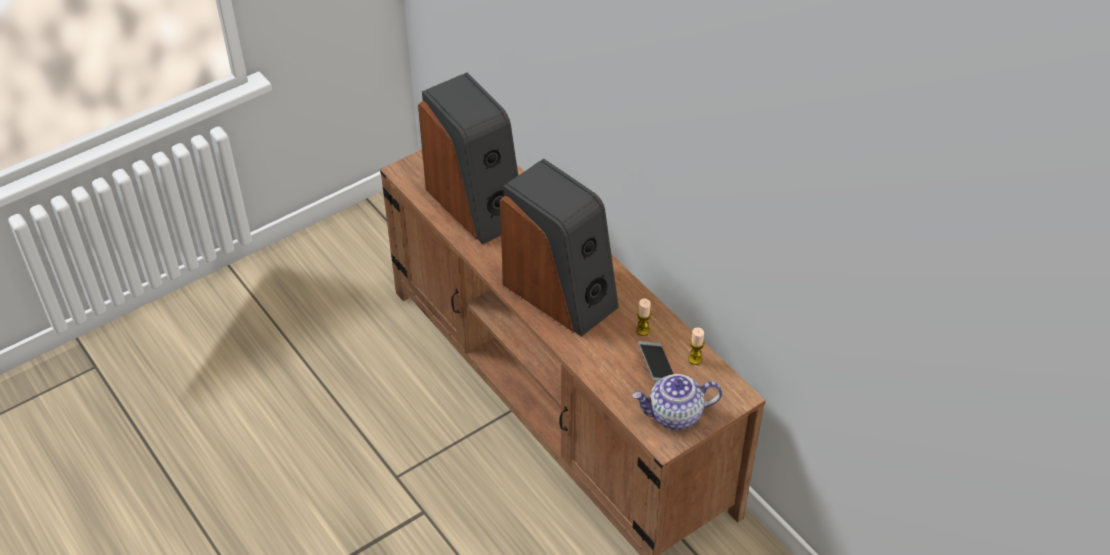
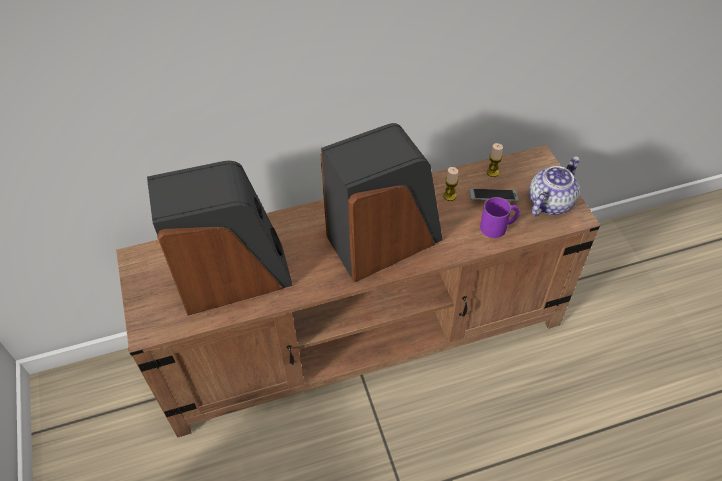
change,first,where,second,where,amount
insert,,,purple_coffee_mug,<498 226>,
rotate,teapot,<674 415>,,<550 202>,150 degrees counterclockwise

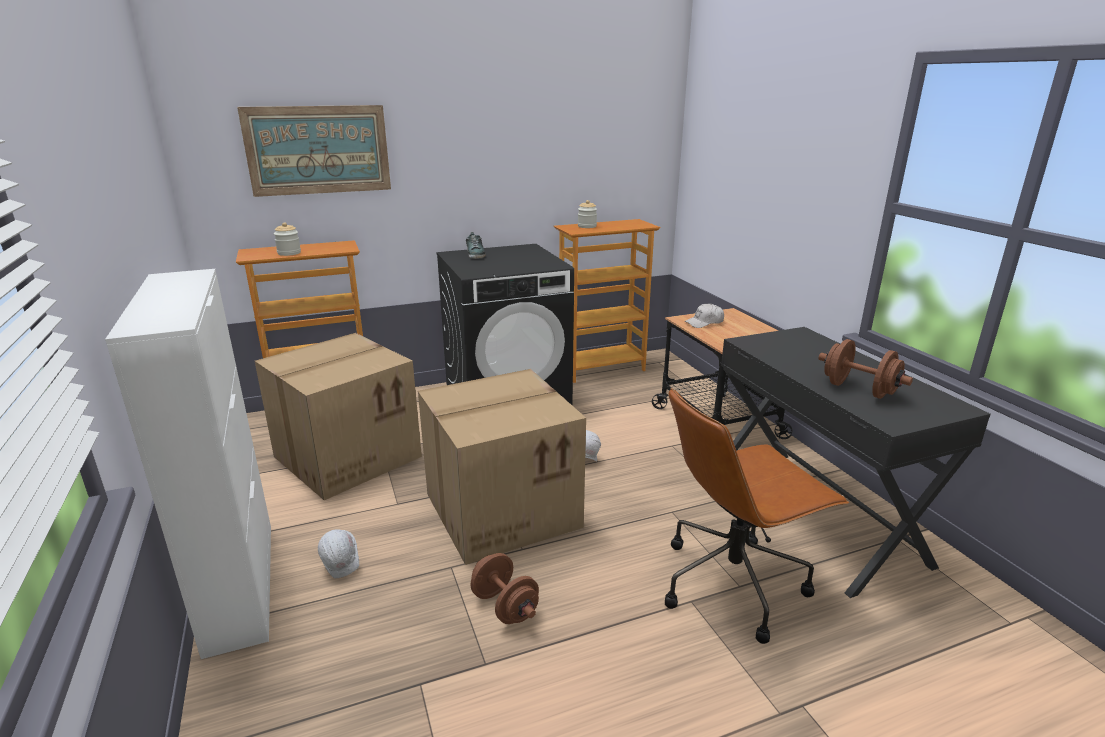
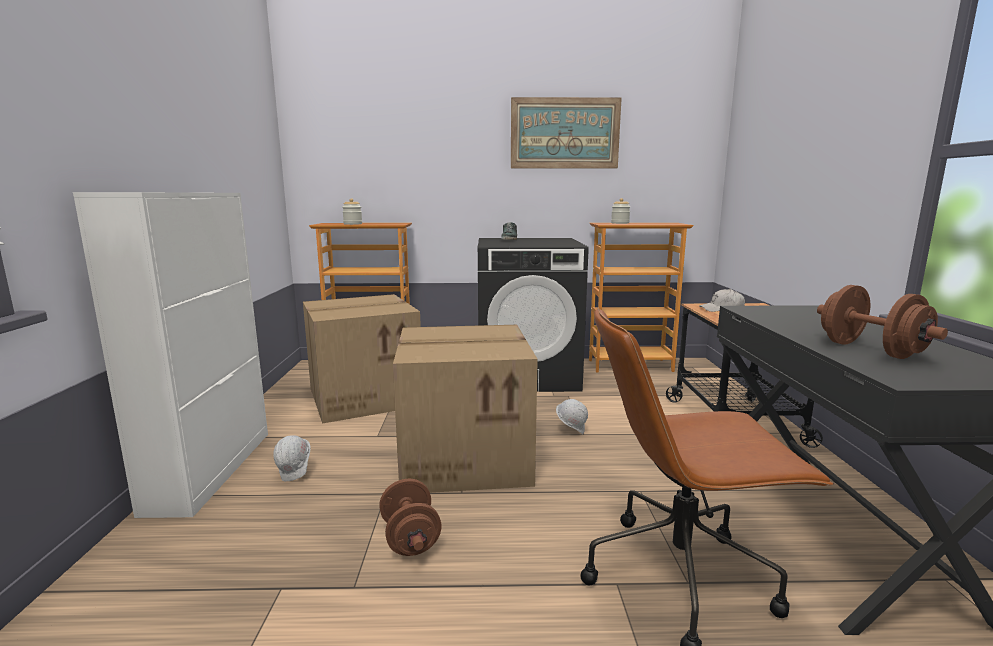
change,first,where,second,where,amount
move,wall_art,<318 150>,,<565 133>,

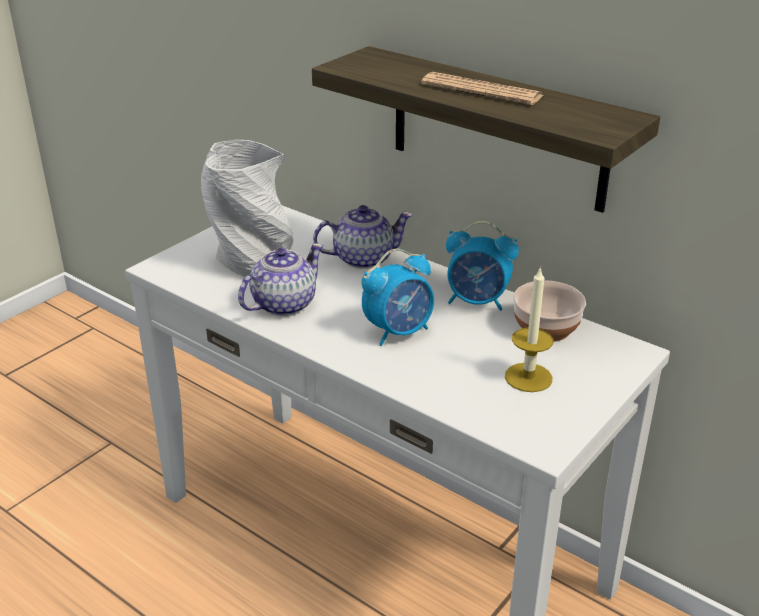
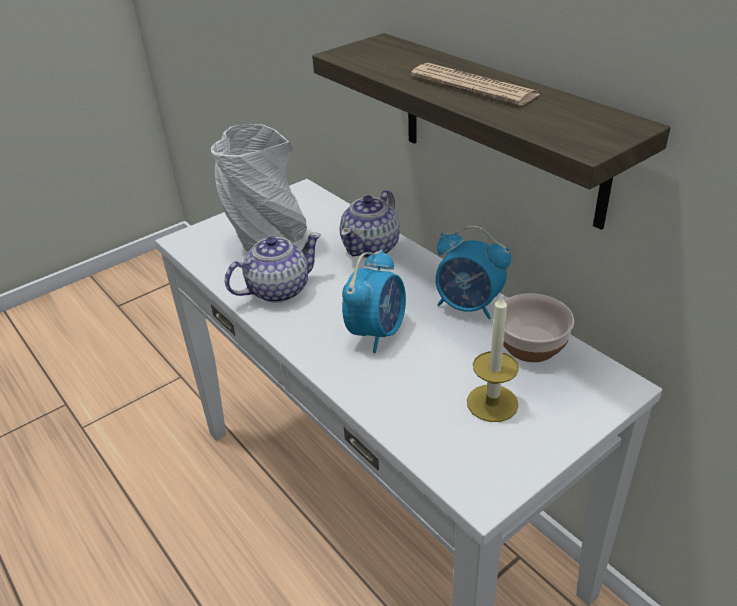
change,first,where,second,where,amount
rotate,teapot,<362 258>,,<371 247>,120 degrees clockwise
rotate,alarm_clock,<399 331>,,<377 332>,45 degrees counterclockwise

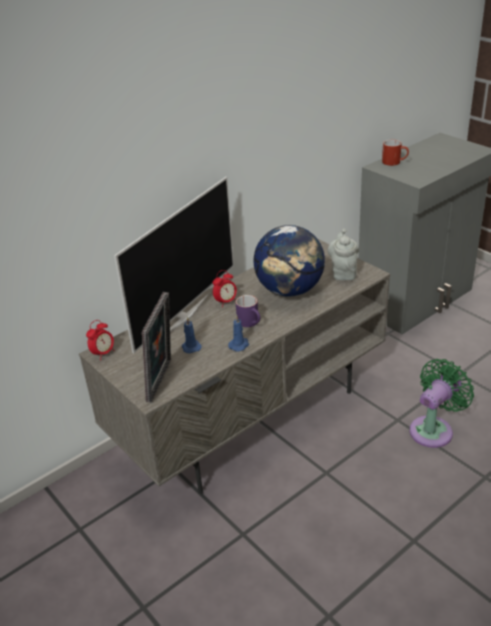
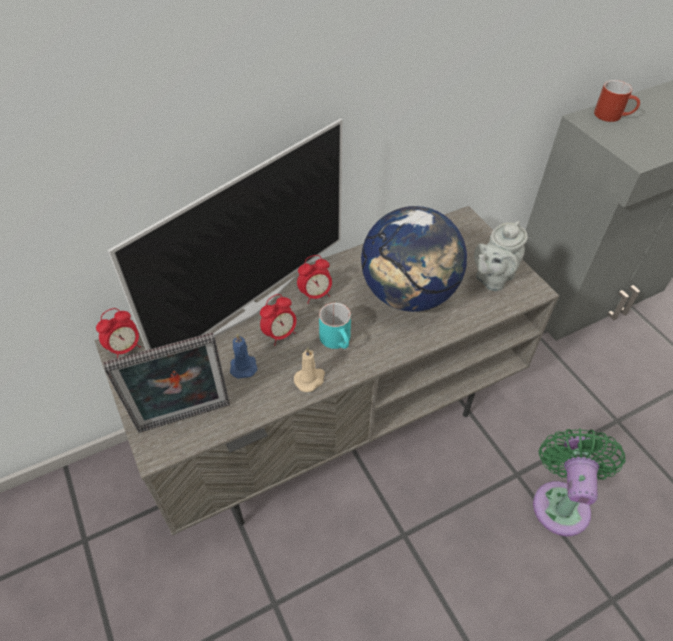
change,first,where,second,where,amount
insert,,,alarm_clock,<280 334>,
recolor,blue_candle,<239 345>,beige-coloured_candle,<310 379>,
recolor,purple_coffee_mug,<251 322>,turquoise_coffee_mug,<338 341>,
rotate,picture_frame,<163 381>,,<185 420>,45 degrees clockwise
rotate,grey_teapot,<343 272>,,<492 278>,150 degrees counterclockwise
rotate,green-coloured_fan,<434 429>,,<561 502>,45 degrees counterclockwise

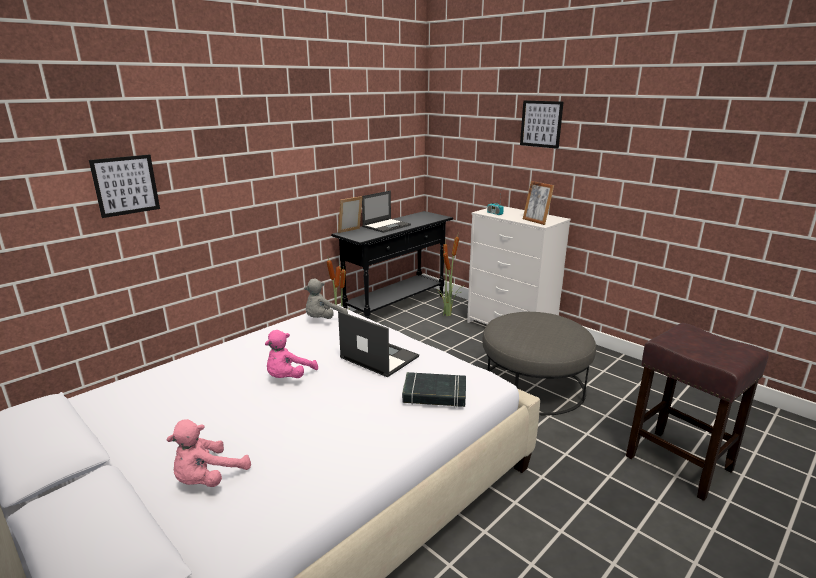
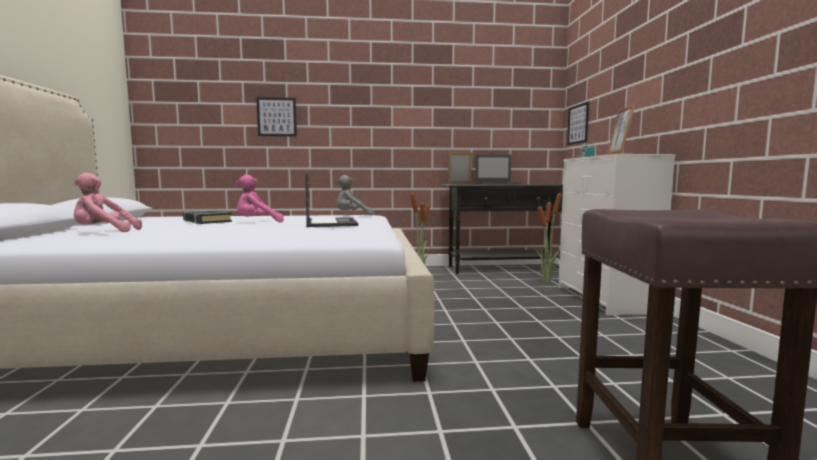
change,first,where,second,where,amount
delete,grey_ottoman,<533 385>,,,
move,black-coloured_bound_book,<434 394>,,<206 221>,
move,wall_art,<541 124>,,<578 124>,

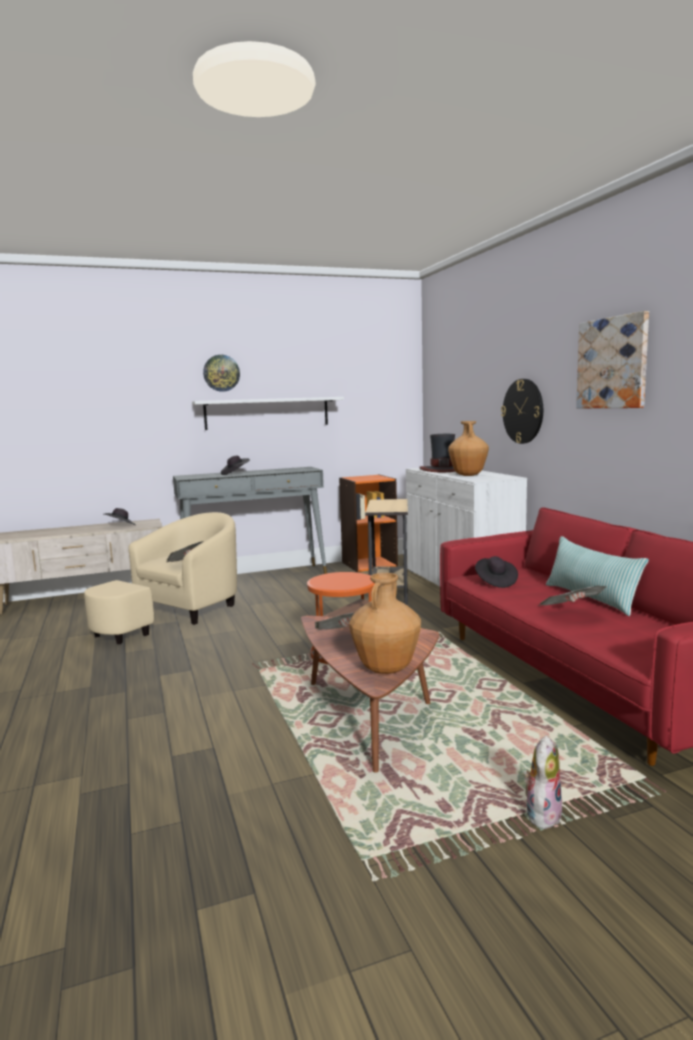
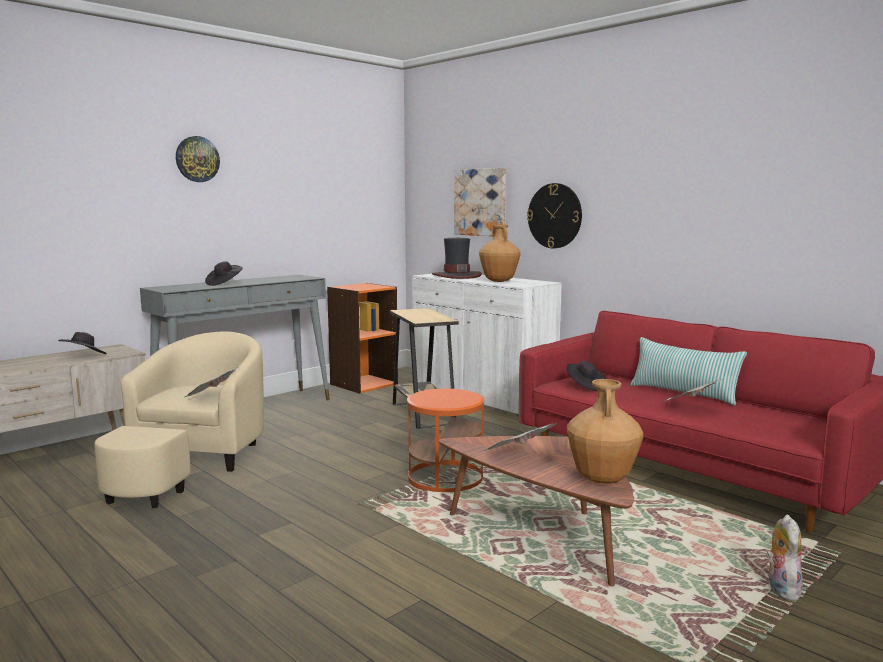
change,first,where,second,where,amount
delete,white_wall_shelf,<267 413>,,,
move,wall_art,<612 363>,,<480 202>,

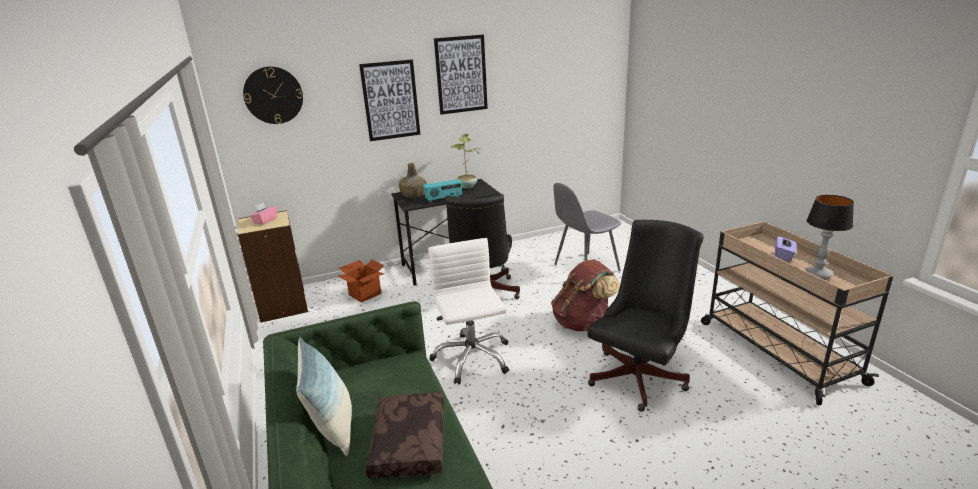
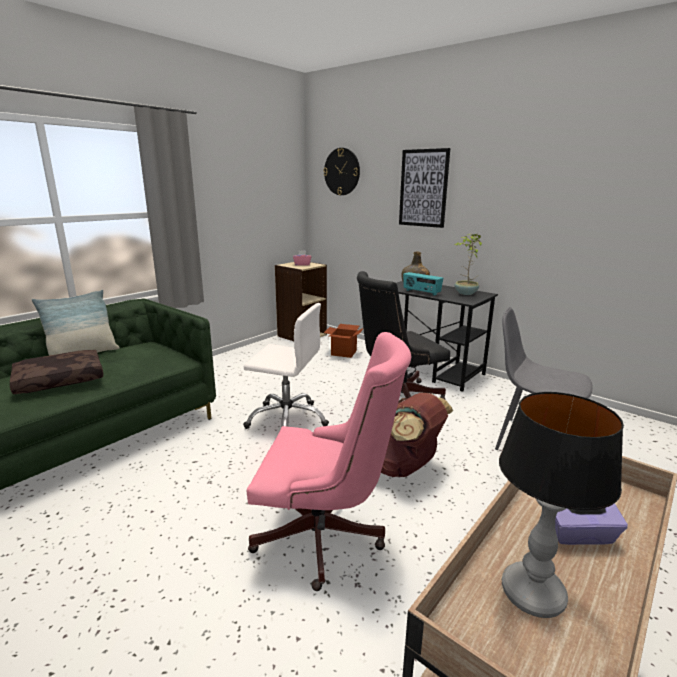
change,first,where,second,where,amount
delete,wall_art,<461 74>,,,
recolor,black-coloured_office_chair,<641 375>,pink_office_chair,<326 538>,
rotate,white_office_chair,<472 358>,,<287 420>,60 degrees clockwise

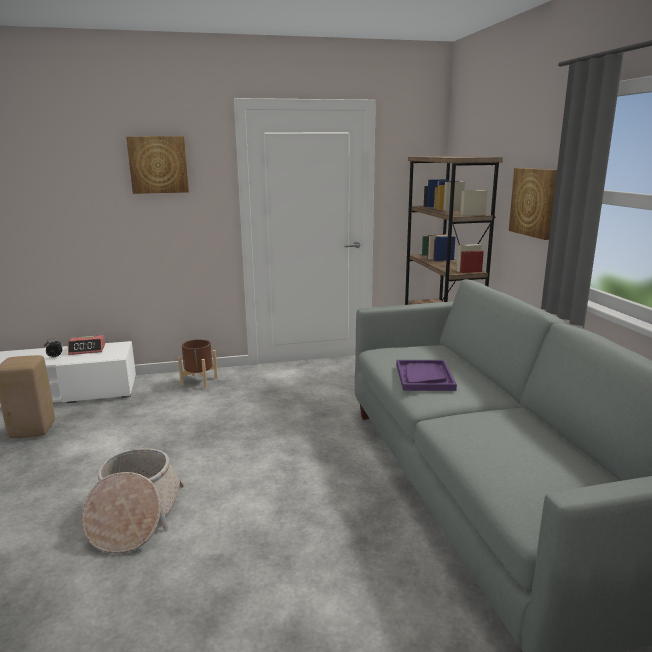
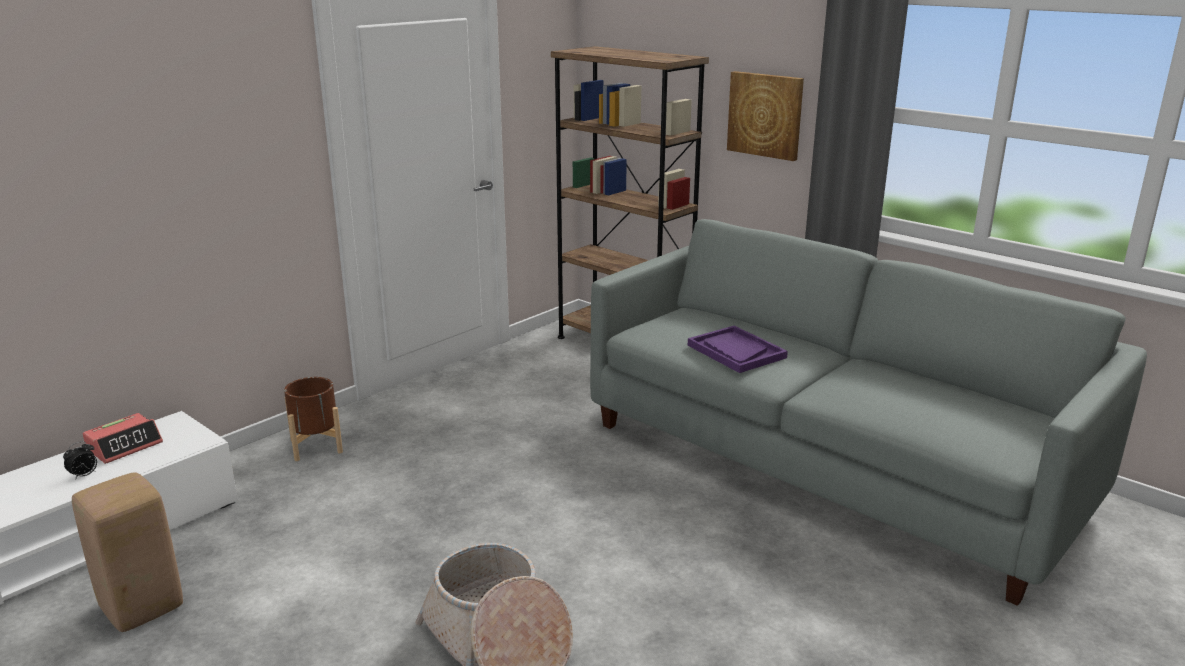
change,first,where,second,where,amount
delete,wall_art,<158 165>,,,

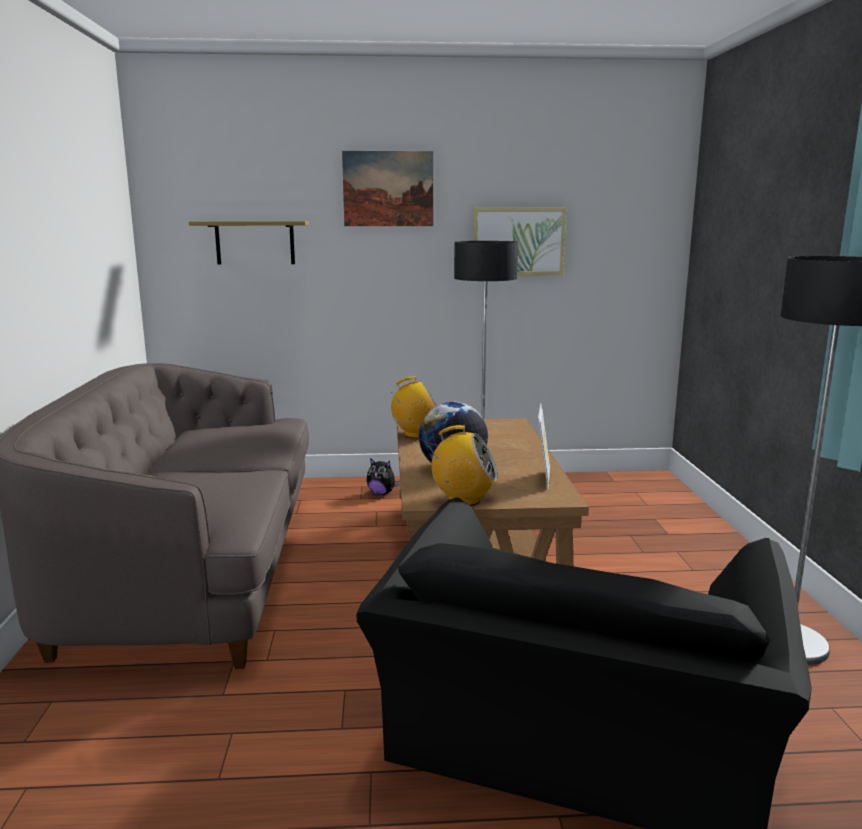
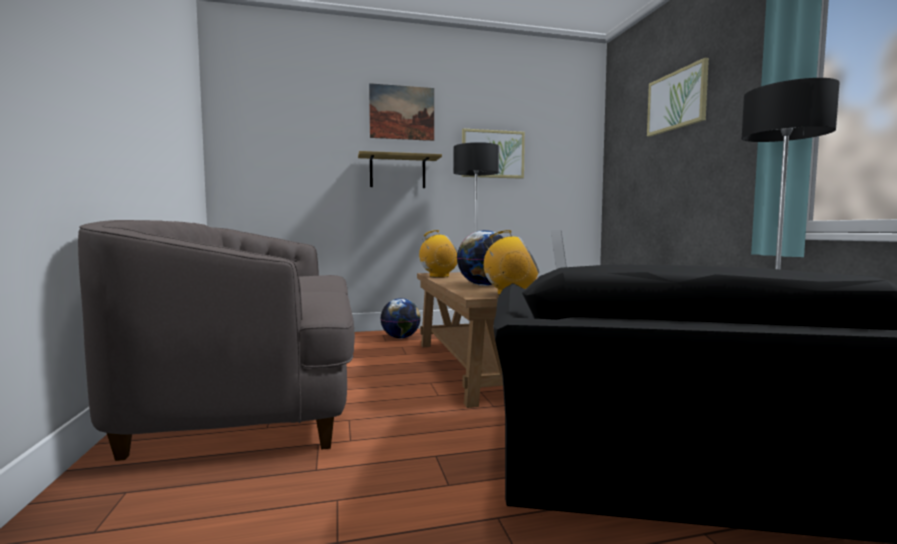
change,first,where,second,where,amount
insert,,,wall_art,<677 100>,
move,wall_shelf,<255 242>,,<397 172>,
replace,plush_toy,<382 493>,globe,<401 337>,

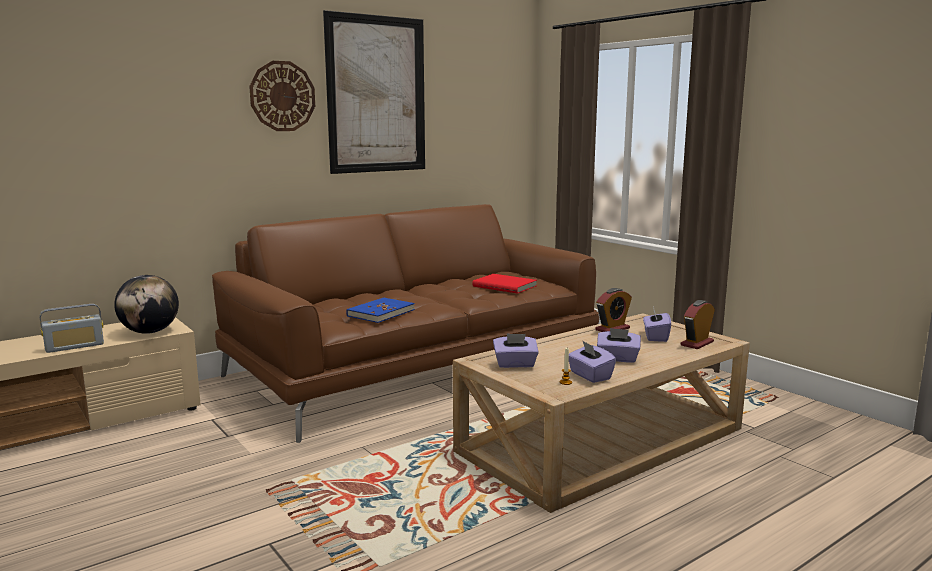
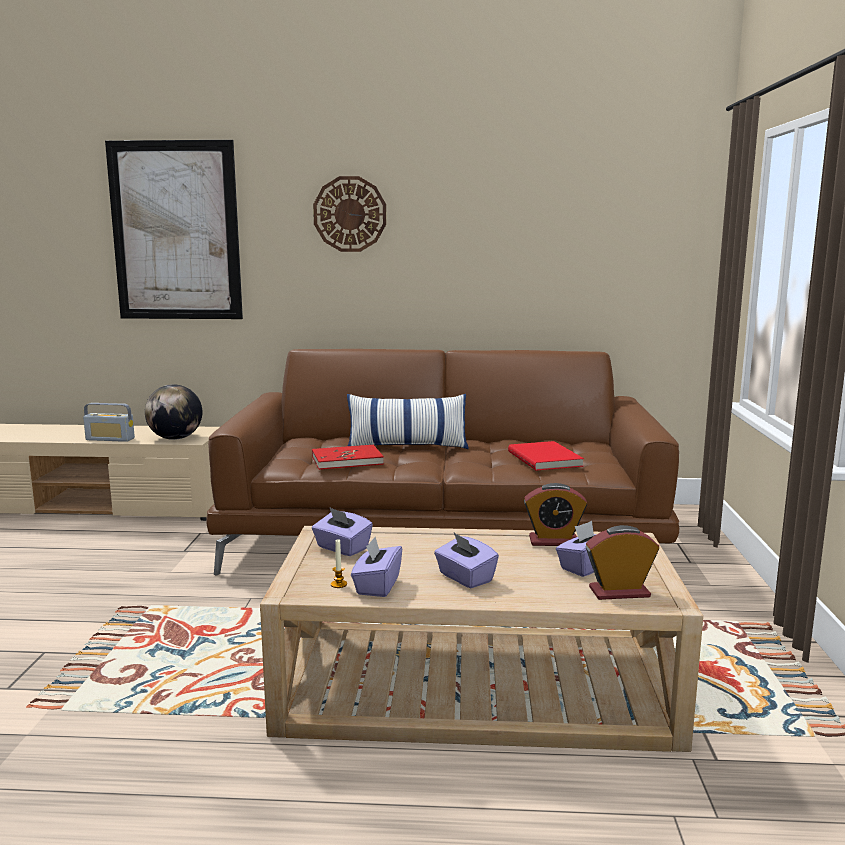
change,first,where,second,where,amount
insert,,,cushion,<407 446>,
move,wall_art,<377 95>,,<175 231>,
recolor,blue_bound_book,<380 313>,reddish_bound_book,<347 460>,

